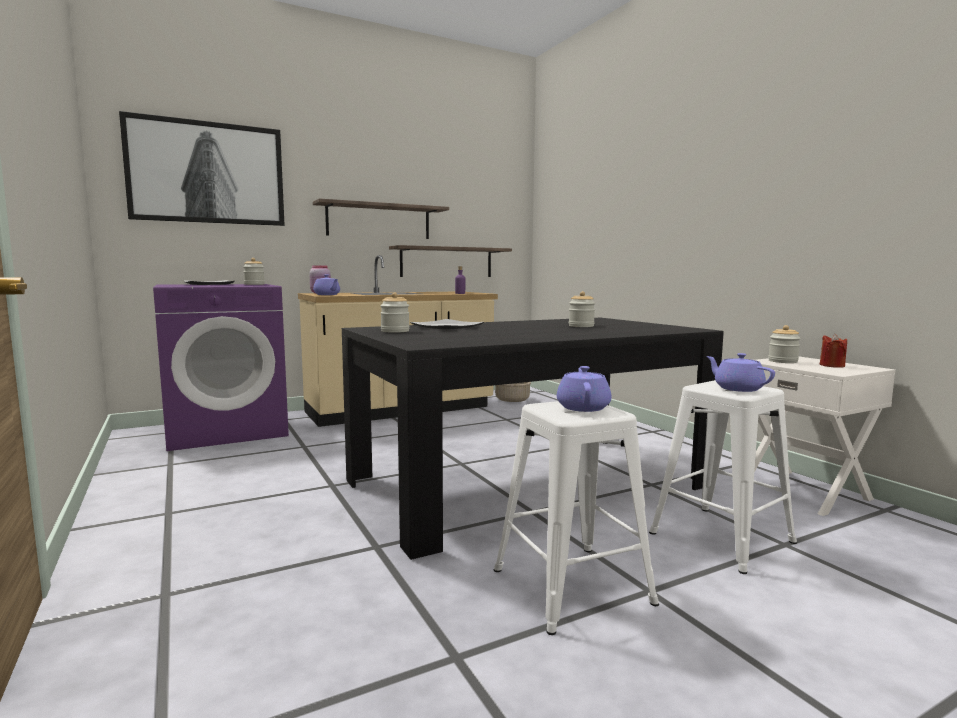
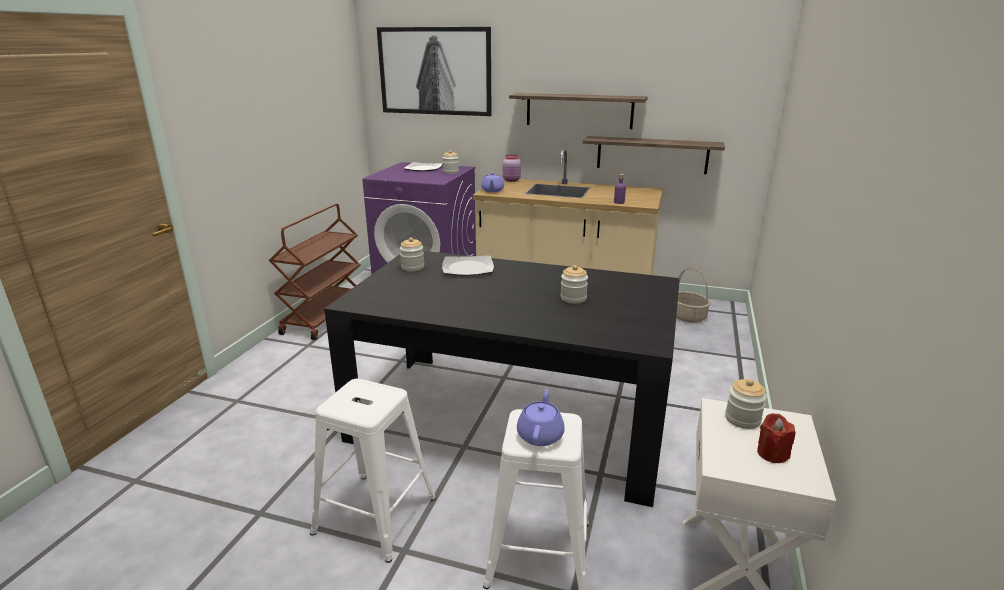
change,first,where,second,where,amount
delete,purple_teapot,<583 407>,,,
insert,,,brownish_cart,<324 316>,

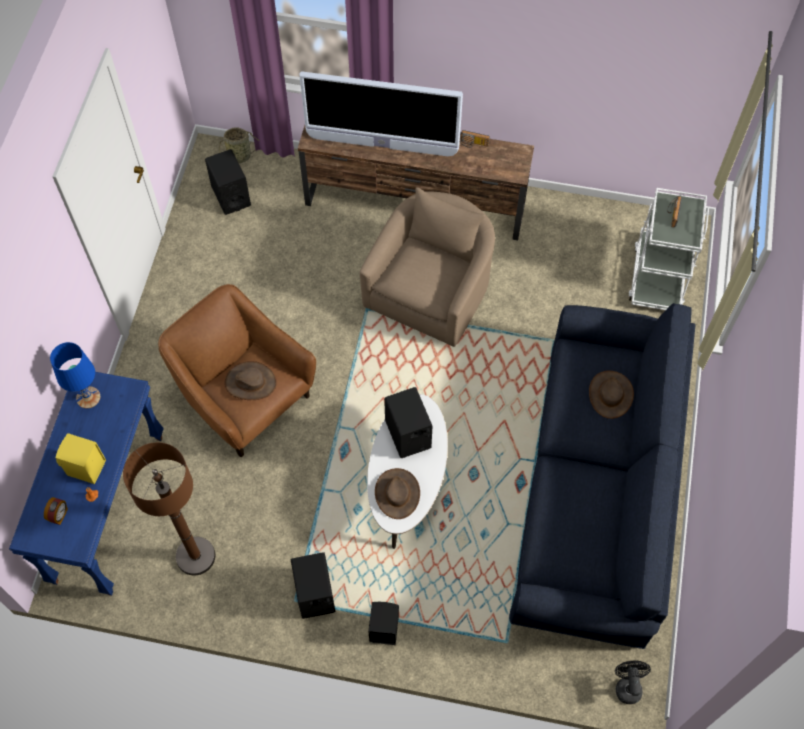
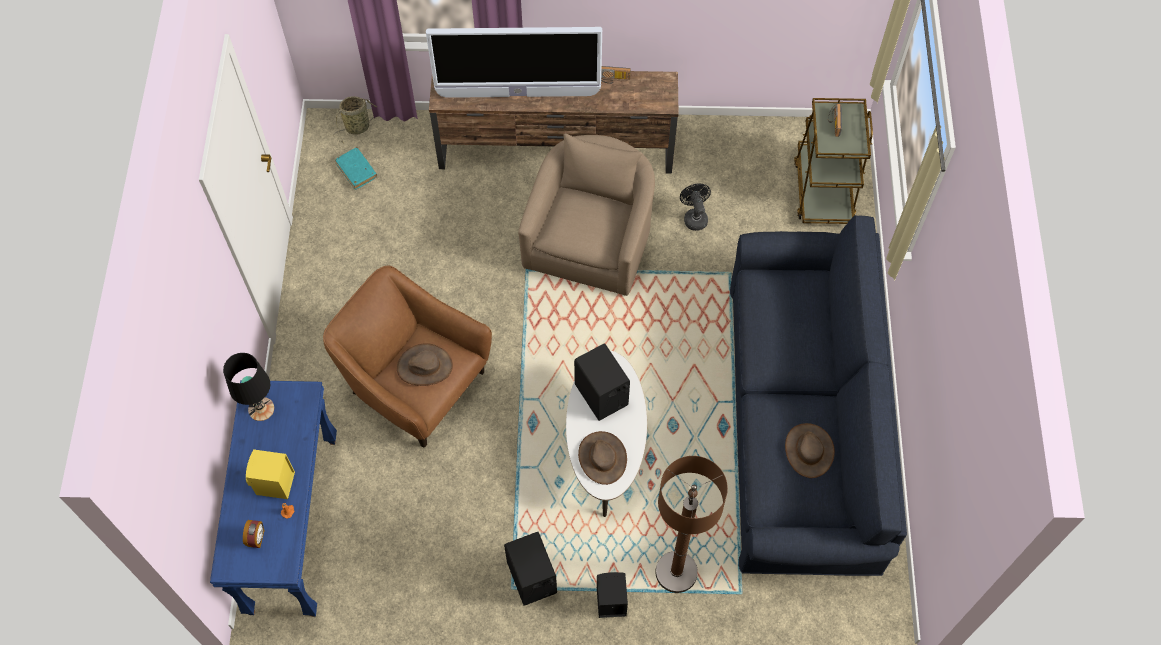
change,first,where,second,where,amount
move,brownish_floor_lamp,<195 556>,,<676 572>,
move,brownish_hat,<610 394>,,<809 450>,
move,black-coloured_fan,<627 686>,,<694 217>,
replace,black-coloured_loudspeaker,<231 196>,turquoise_bound_book,<356 171>,
recolor,blue_tabletop_lamp,<88 397>,black-coloured_tabletop_lamp,<261 408>,
recolor,white_cart,<657 276>,brownish_cart,<823 190>,

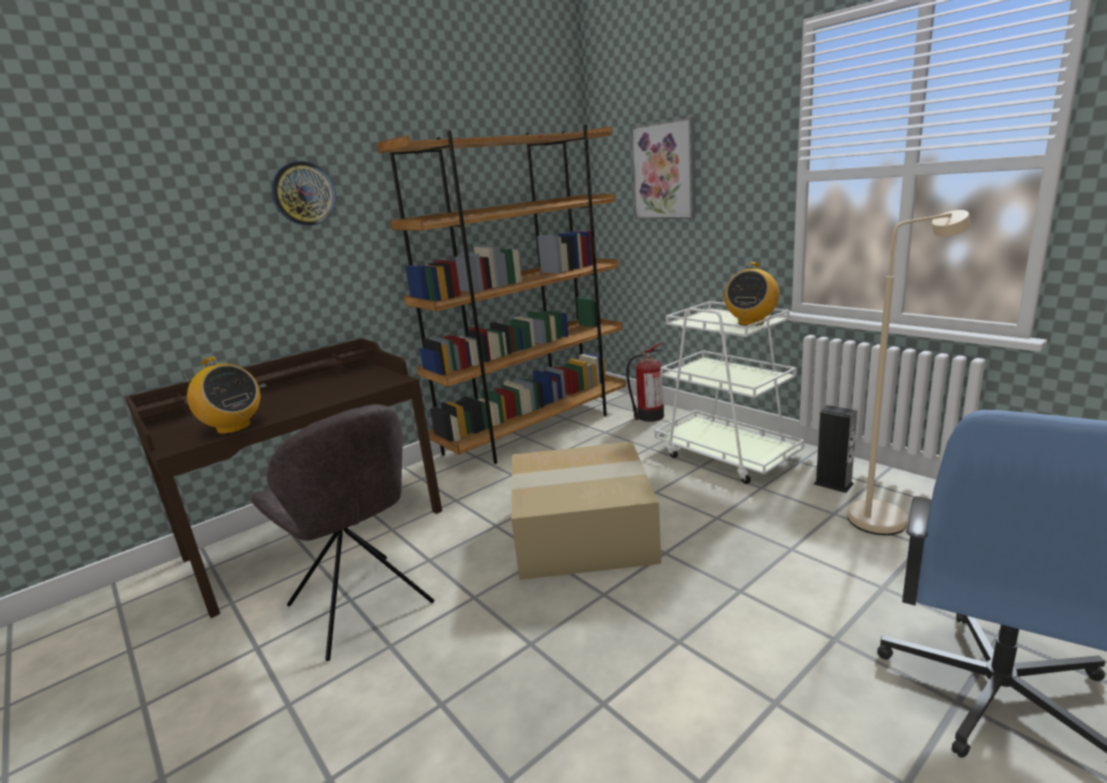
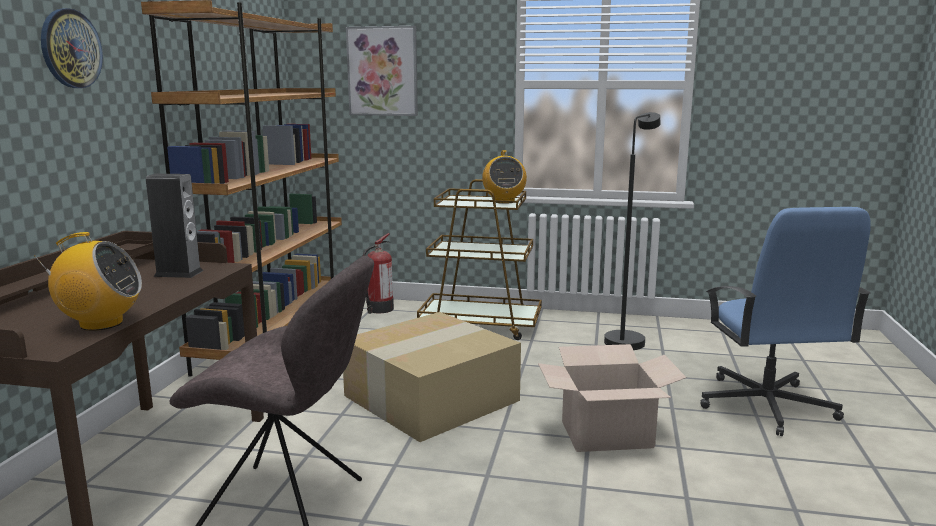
change,first,where,second,where,amount
insert,,,cardboard_box,<606 434>,
move,loudspeaker,<833 484>,,<178 273>,
recolor,white_cart,<726 456>,brownish_cart,<481 325>,
recolor,beige-coloured_floor_lamp,<887 516>,black-coloured_floor_lamp,<627 339>,

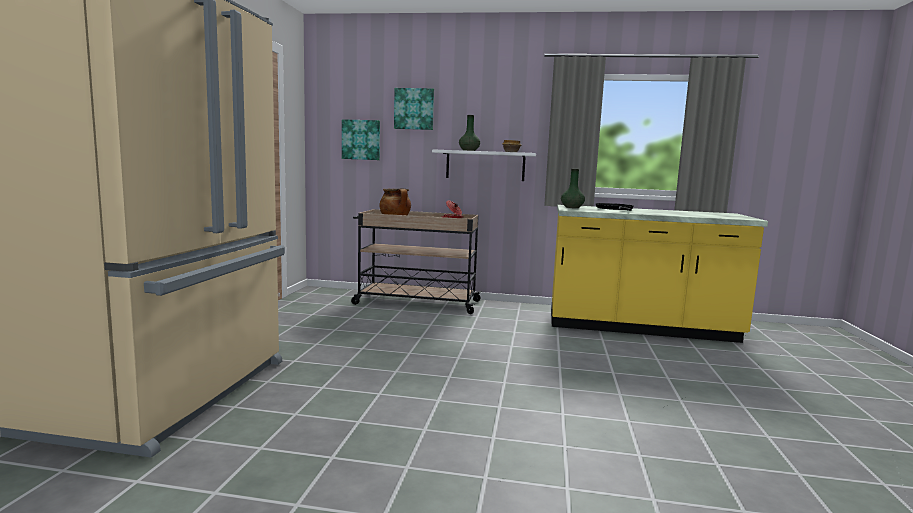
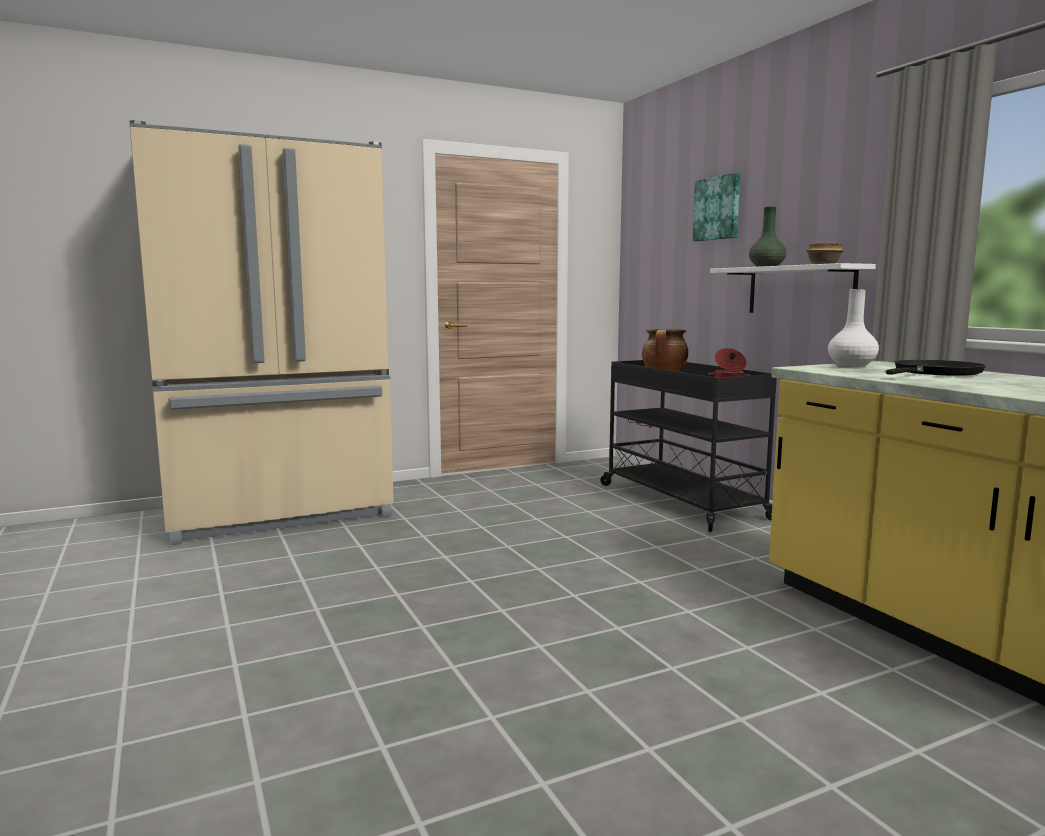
change,first,where,second,where,amount
delete,wall_art,<361 140>,,,
recolor,beige-coloured_cart,<415 302>,black-coloured_cart,<680 500>,
recolor,green-coloured_vase,<572 207>,white_vase,<851 365>,

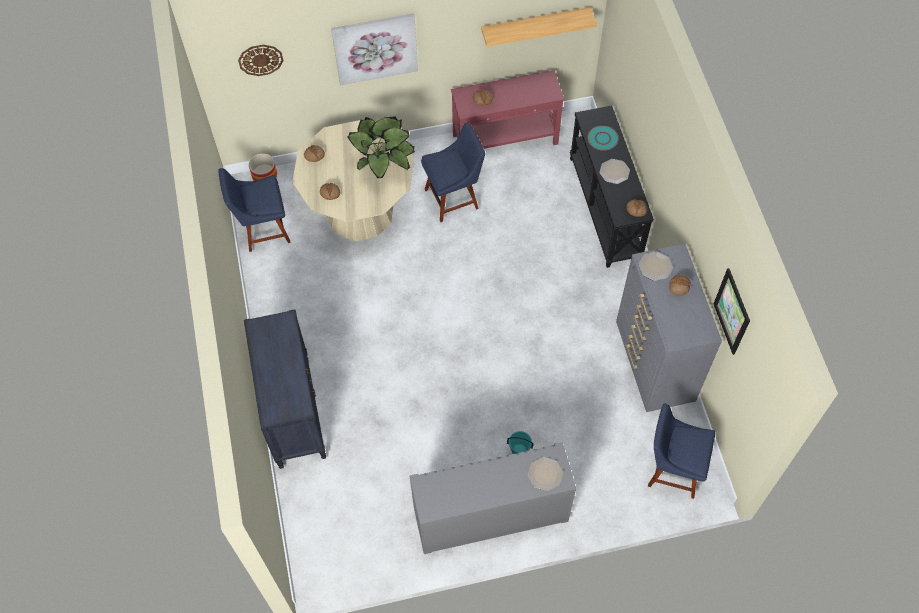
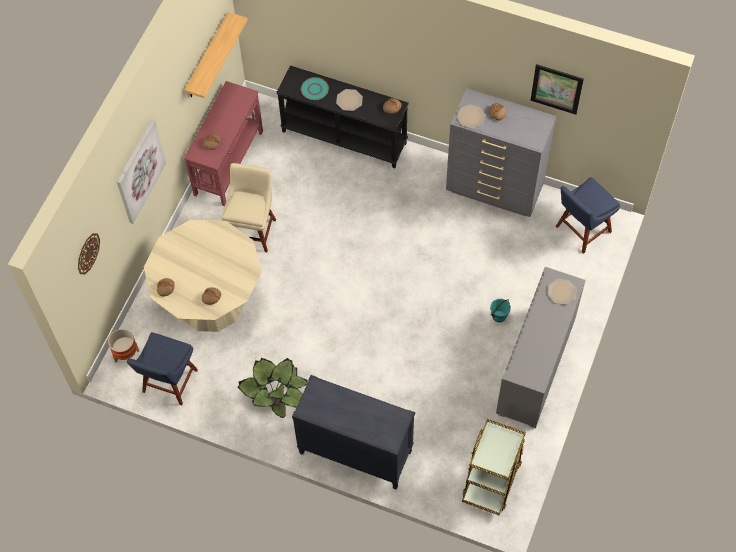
change,first,where,second,where,amount
insert,,,brownish_cart,<492 479>,
move,houseplant,<383 166>,,<277 401>,
recolor,blue_upright_chair,<454 198>,beige-coloured_upright_chair,<252 229>,

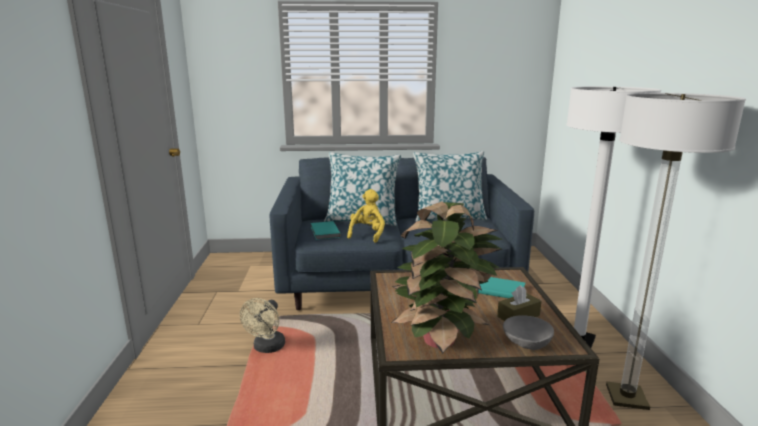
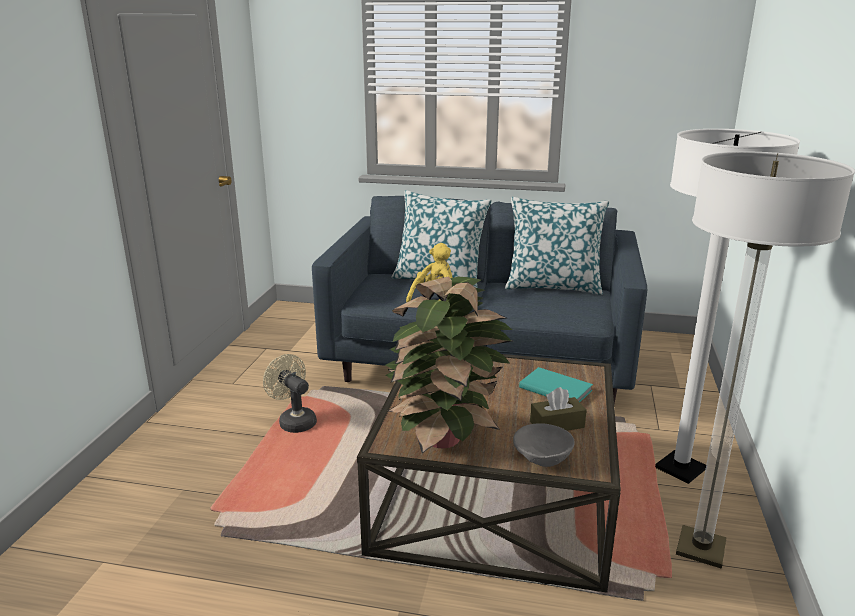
change,first,where,second,where,amount
delete,turquoise_bound_book,<324 232>,,,
rotate,beige-coloured_fan,<267 348>,,<294 421>,105 degrees clockwise

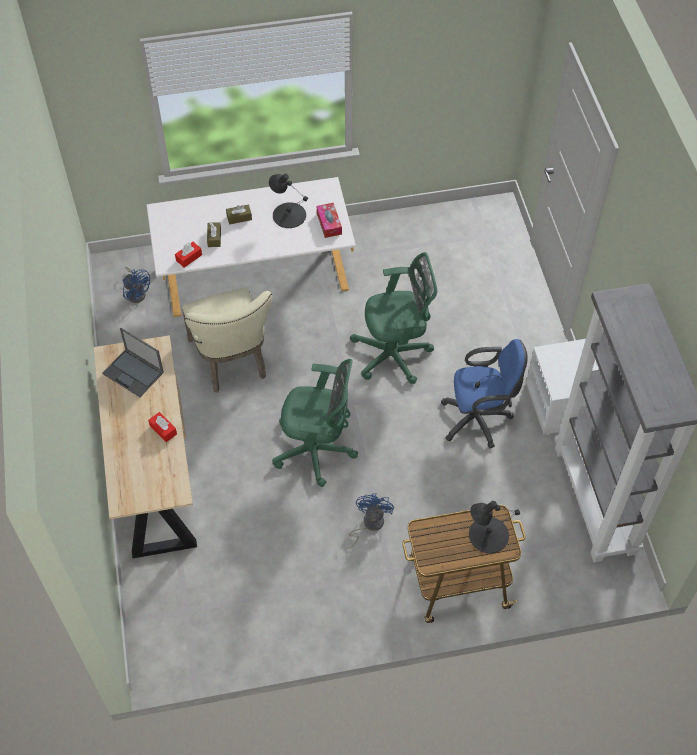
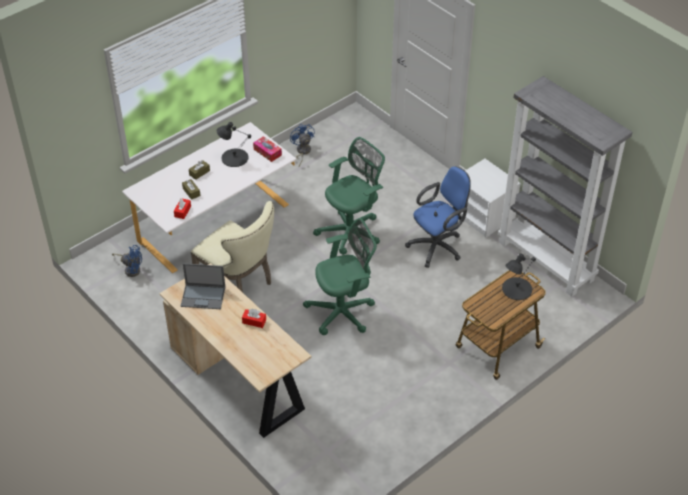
change,first,where,second,where,amount
move,blue_fan,<369 524>,,<302 152>,

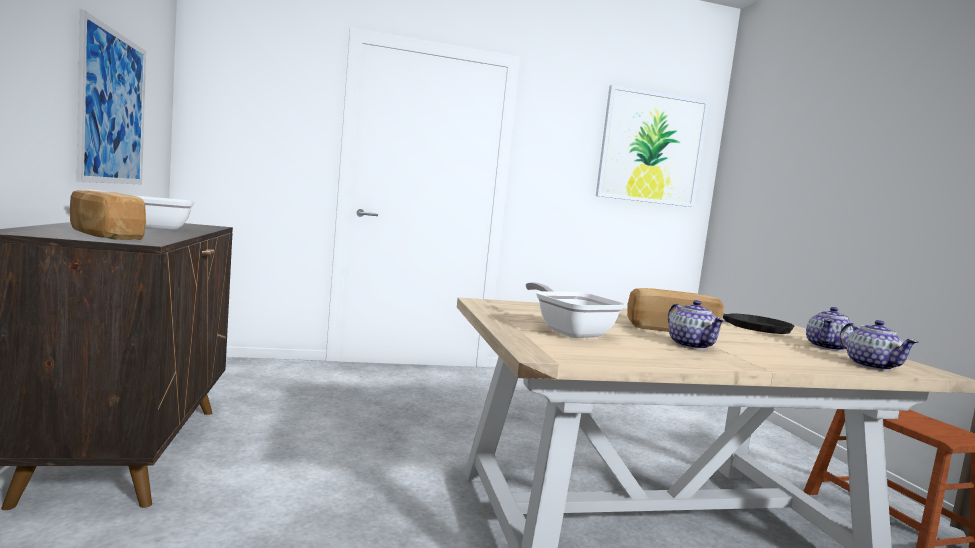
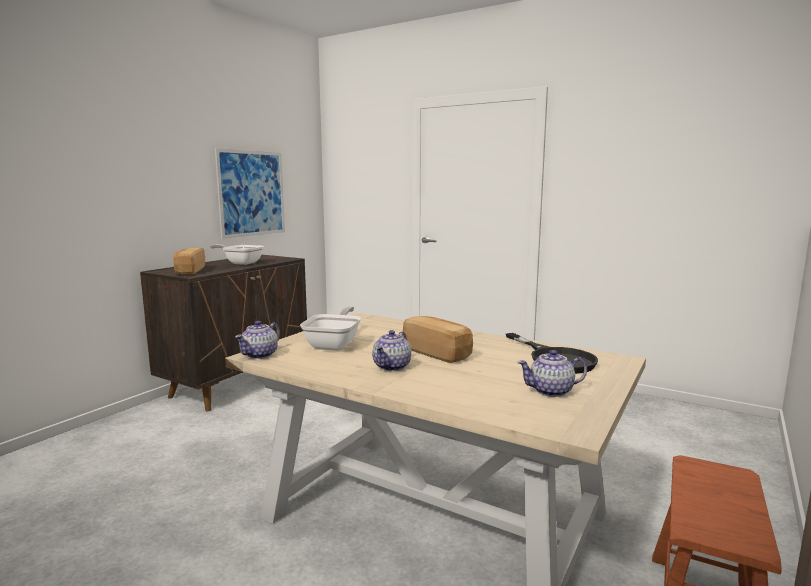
change,first,where,second,where,amount
delete,wall_art,<651 148>,,,
move,teapot,<871 366>,,<260 355>,

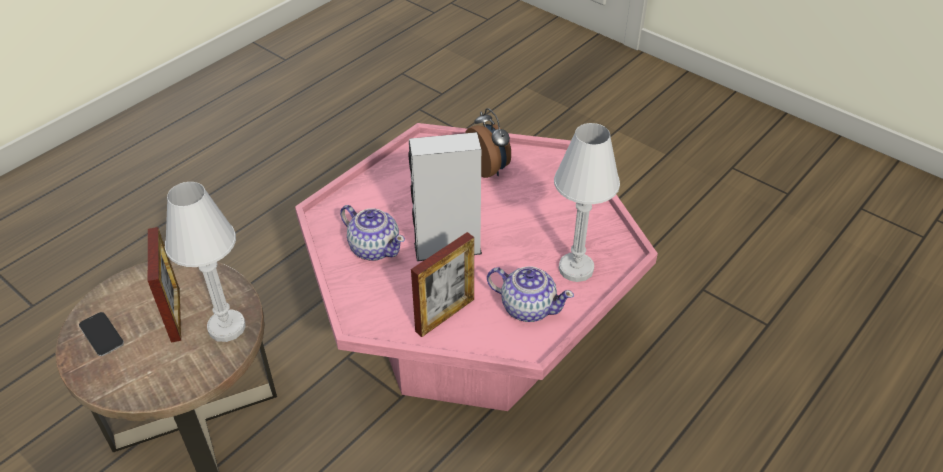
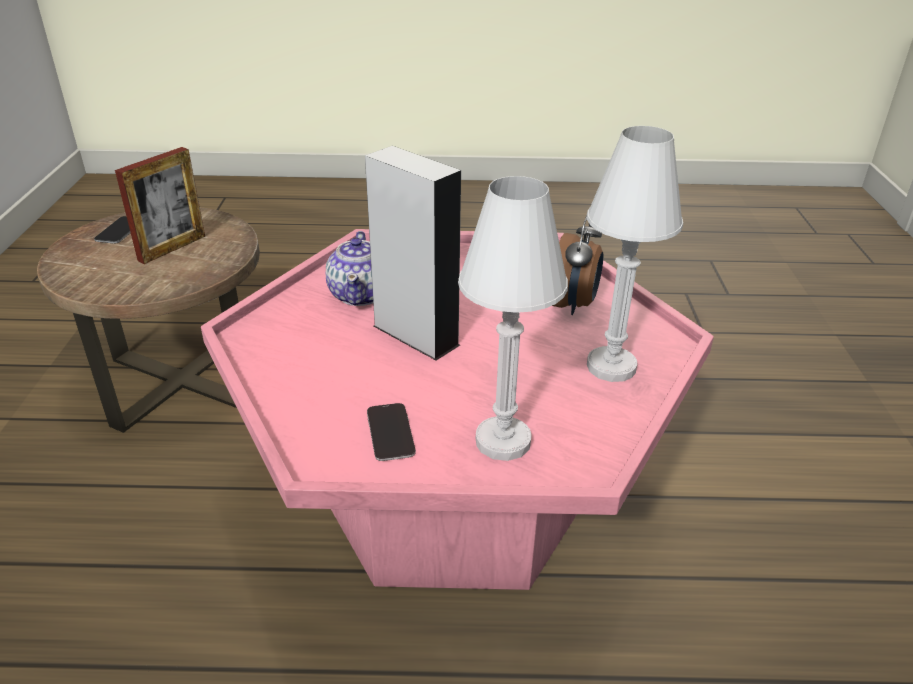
change,first,where,second,where,amount
delete,picture_frame,<445 315>,,,
move,white_tabletop_lamp,<227 327>,,<611 367>,
replace,teapot,<527 307>,telephone,<390 433>,

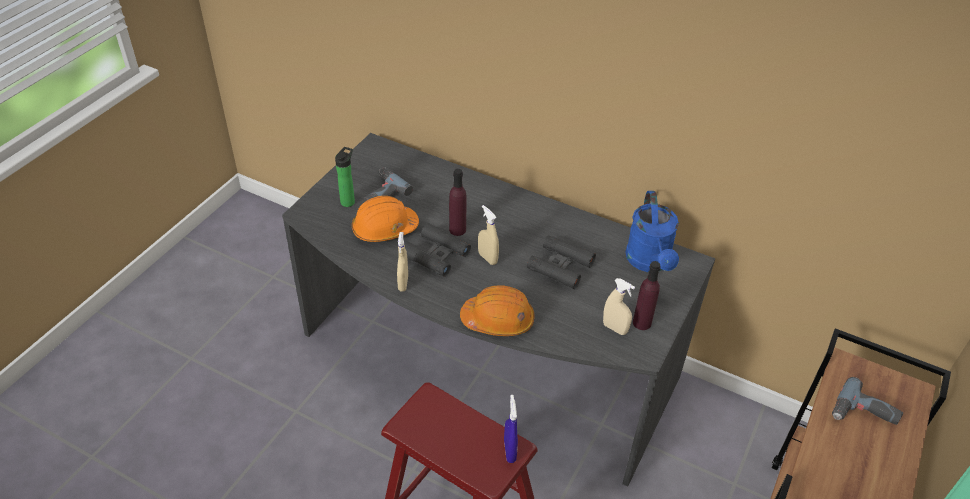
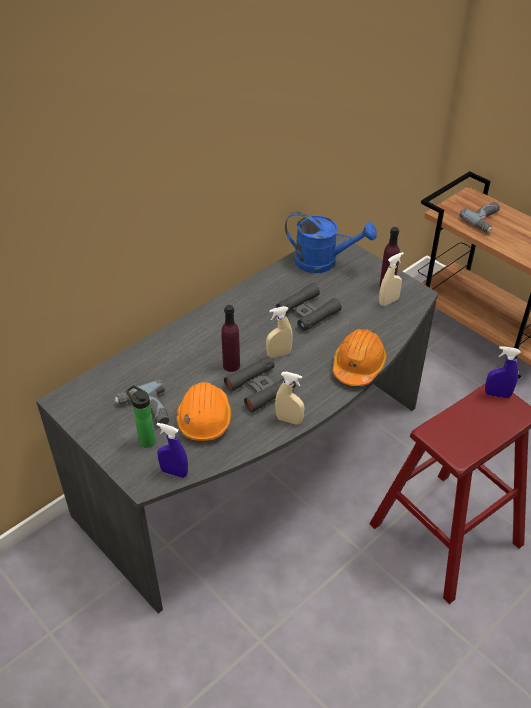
change,first,where,second,where,amount
insert,,,blue_hand_sprayer,<174 472>,

